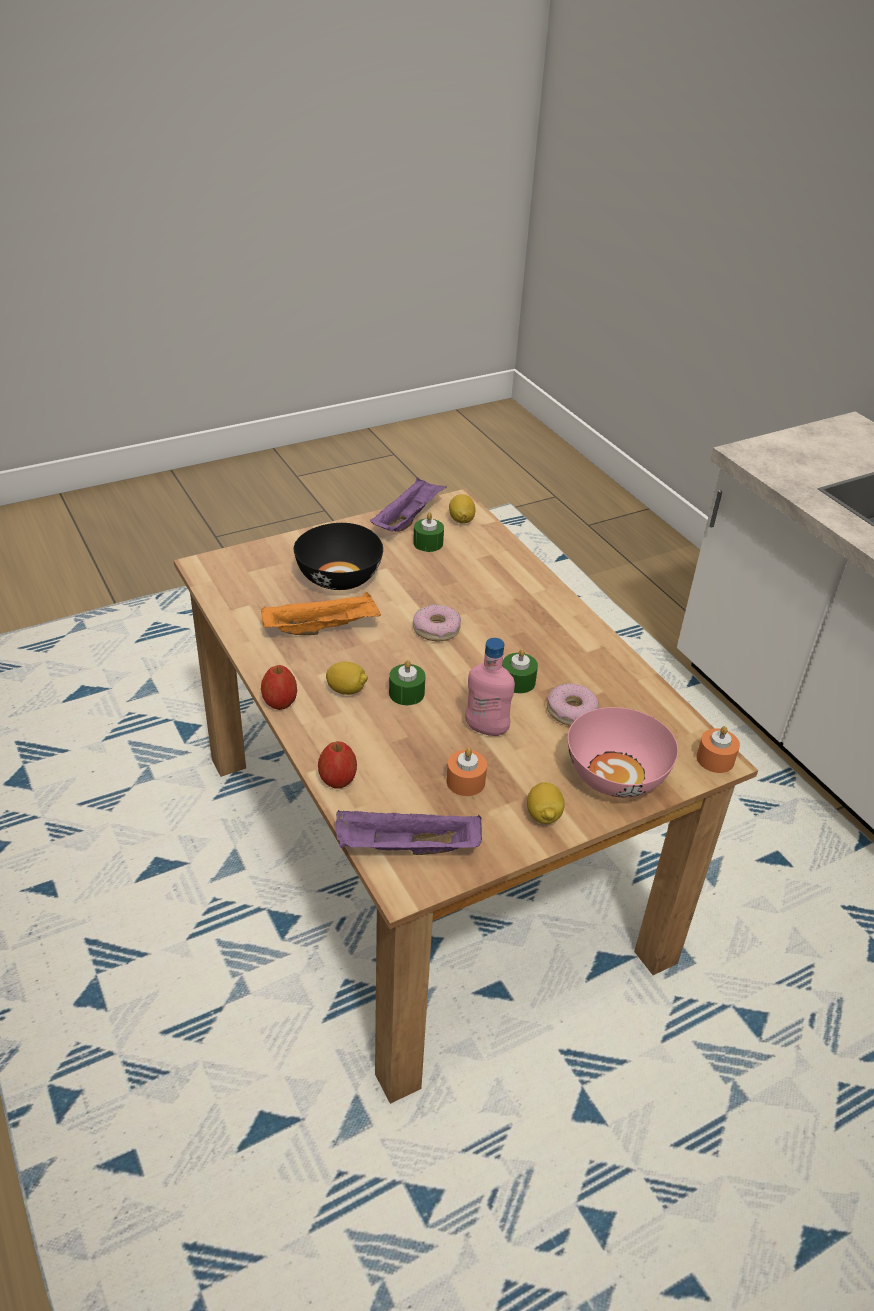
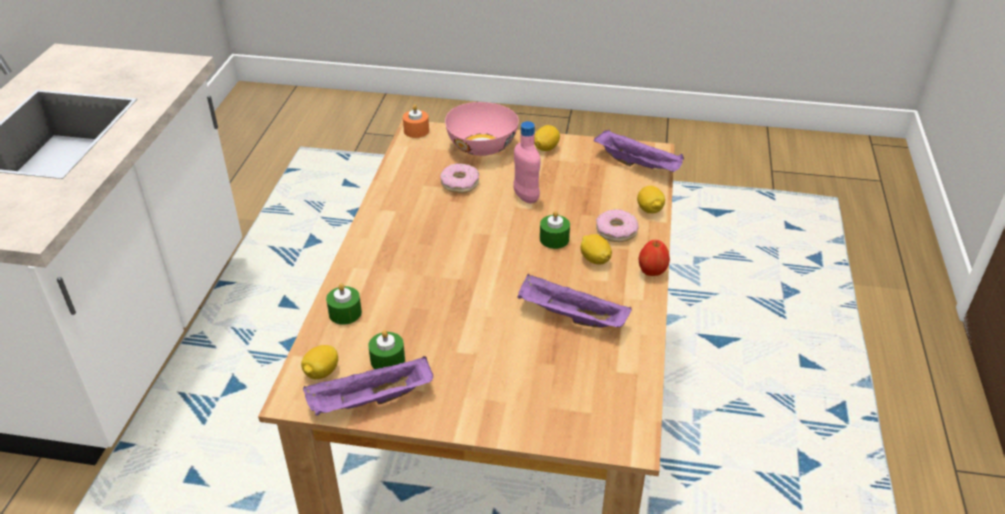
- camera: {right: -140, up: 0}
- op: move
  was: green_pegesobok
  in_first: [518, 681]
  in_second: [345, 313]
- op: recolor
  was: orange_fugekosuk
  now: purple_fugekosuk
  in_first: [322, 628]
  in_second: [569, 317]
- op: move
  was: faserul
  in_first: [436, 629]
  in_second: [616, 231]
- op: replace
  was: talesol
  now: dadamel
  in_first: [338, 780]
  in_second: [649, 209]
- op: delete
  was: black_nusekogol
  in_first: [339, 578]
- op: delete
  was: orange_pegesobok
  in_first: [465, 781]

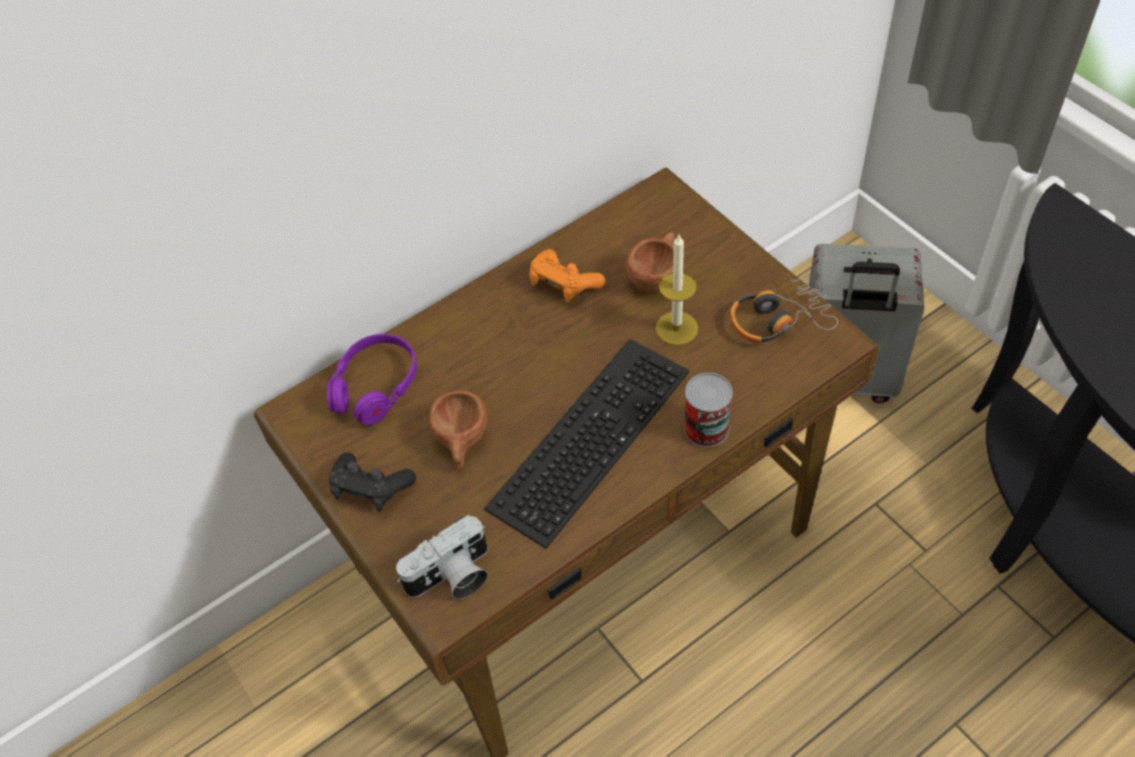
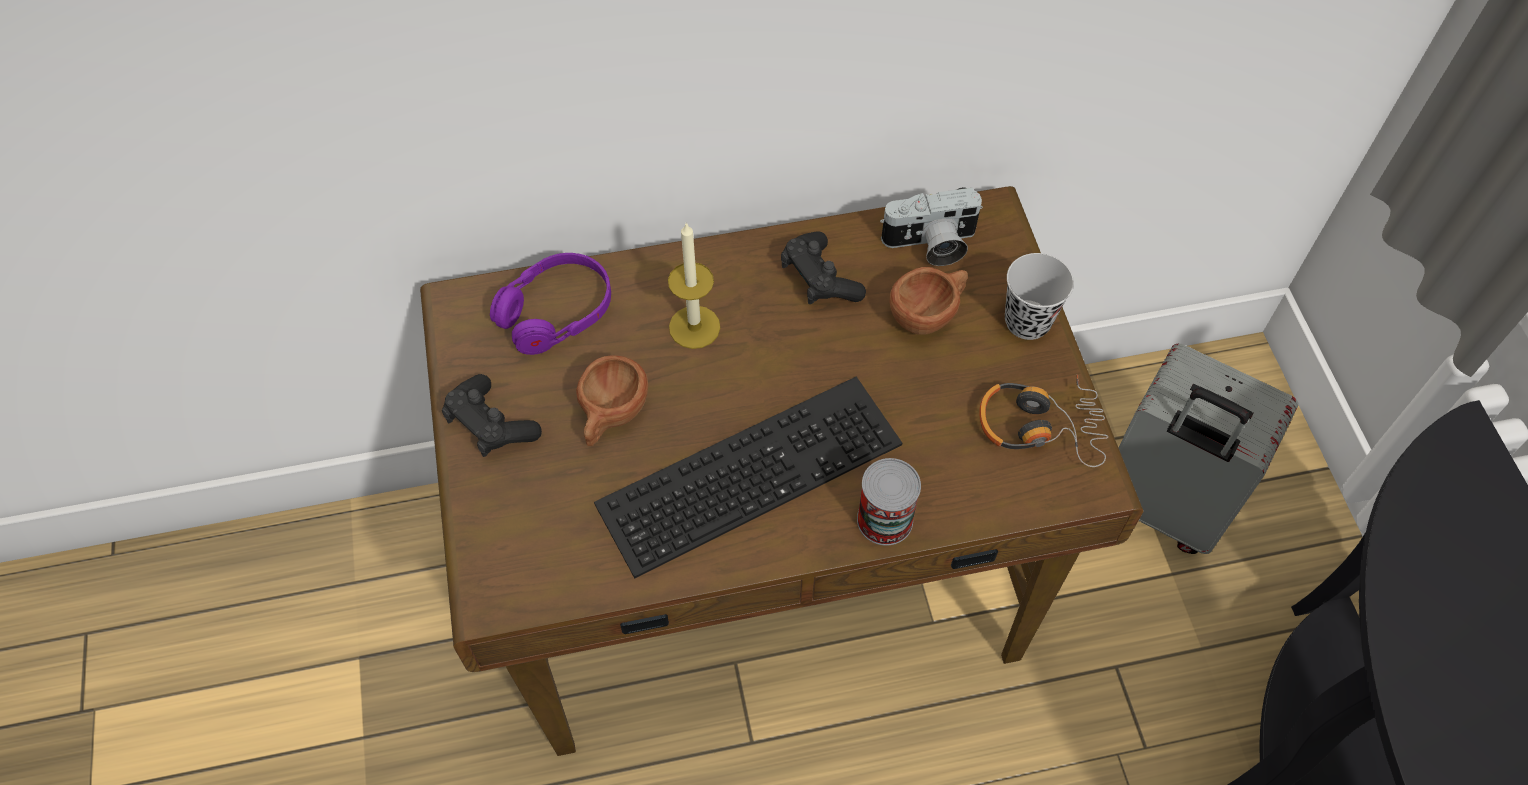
- camera: {right: 20, up: 5}
- op: move
  was: pegesobok
  in_first: [676, 328]
  in_second: [694, 327]
- op: recolor
  was: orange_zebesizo
  now: black_zebesizo
  in_first: [564, 284]
  in_second: [819, 280]
- op: move
  was: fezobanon
  in_first: [452, 577]
  in_second: [931, 245]
- op: insert
  now: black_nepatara
  in_second: [1027, 321]

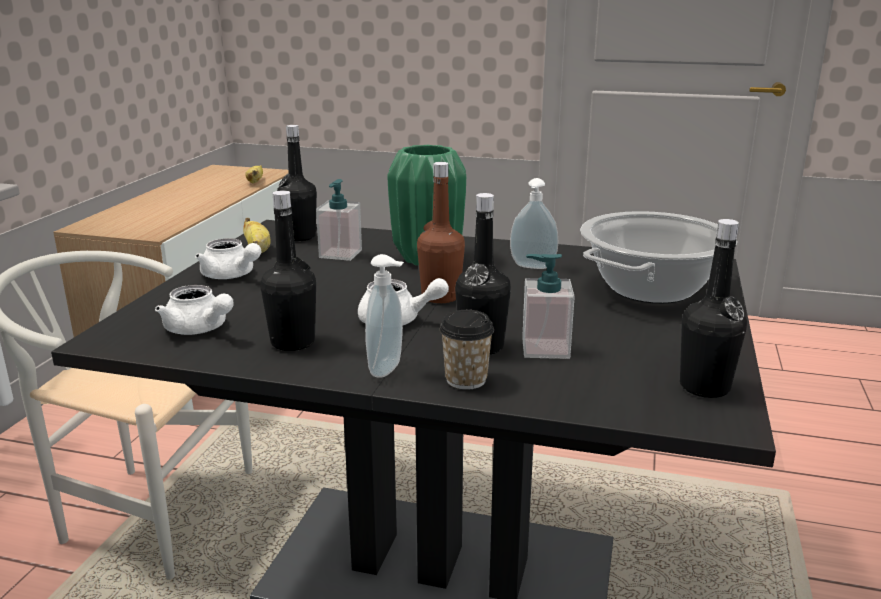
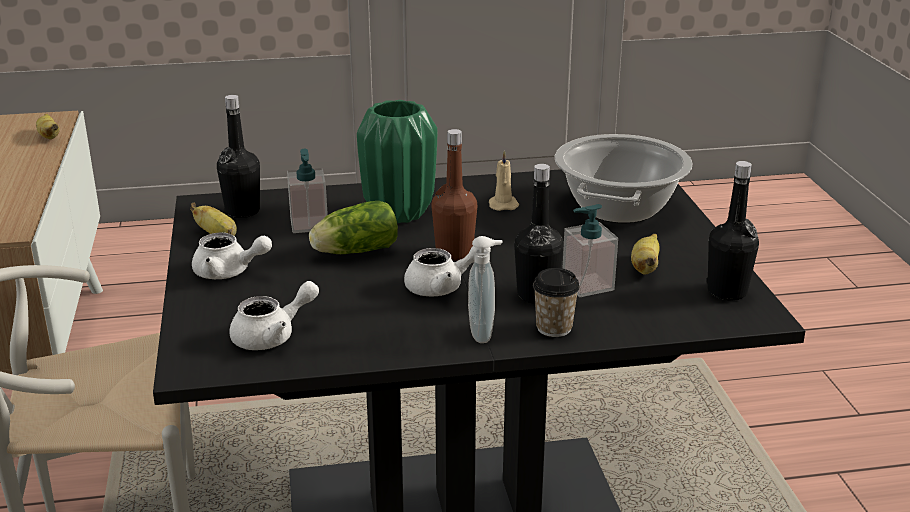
- camera: {right: -25, up: 5}
- op: rotate
  was: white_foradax
  in_first: [199, 330]
  in_second: [272, 336]
  clockwise: -45
- op: insert
  now: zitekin
  in_second: [353, 251]
- op: replace
  was: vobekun
  now: beige_pegesobok
  in_first: [532, 267]
  in_second: [502, 204]
- op: insert
  now: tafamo
  in_second: [645, 267]
- op: delete
  was: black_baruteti
  in_first: [293, 342]

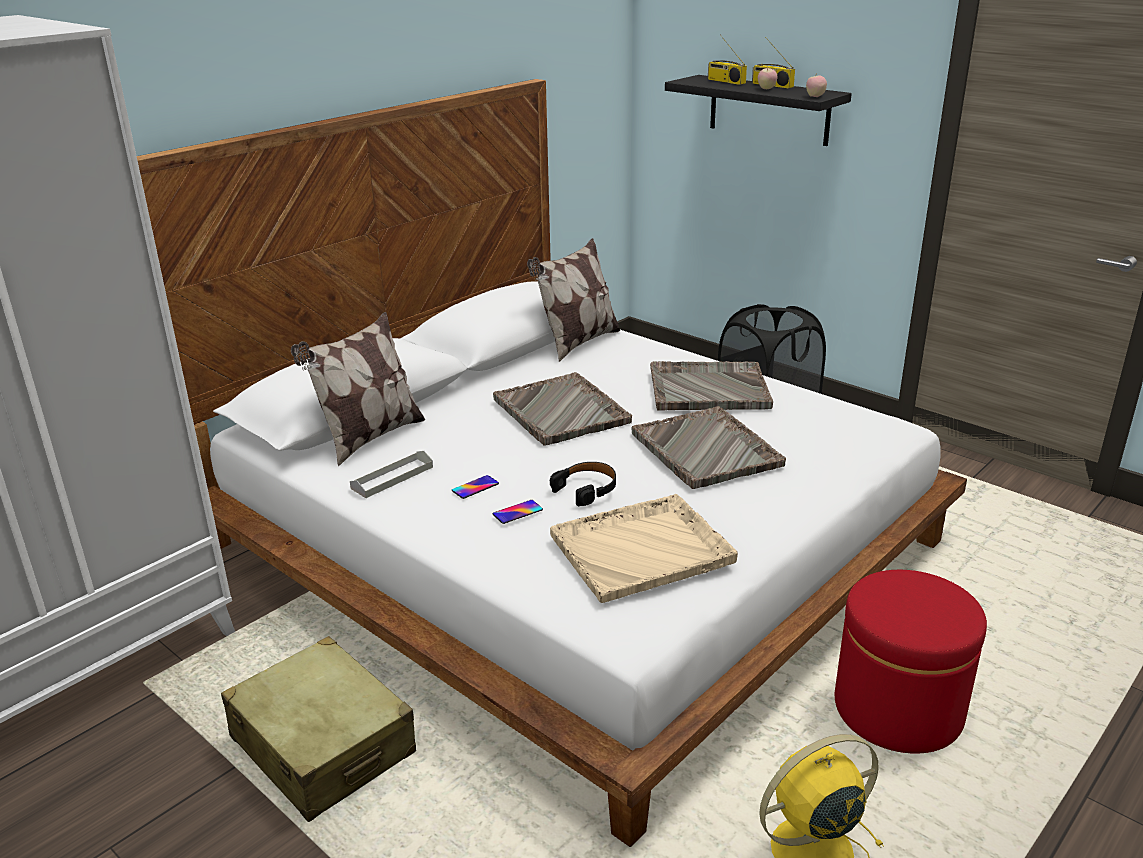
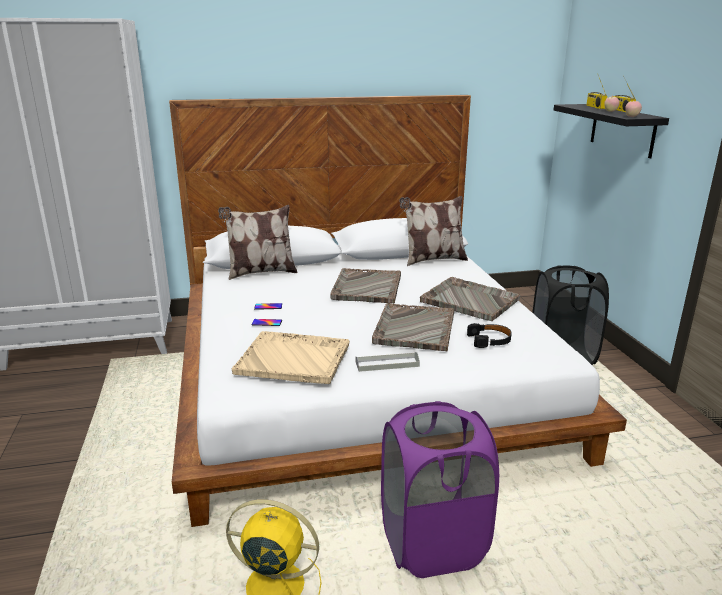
- camera: {right: 35, up: -5}
- op: move
  was: grey_fugekosuk
  in_first: [392, 477]
  in_second: [387, 364]
- op: replace
  was: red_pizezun
  now: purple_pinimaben
  in_first: [898, 709]
  in_second: [432, 544]
- op: move
  was: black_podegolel
  in_first: [586, 489]
  in_second: [490, 340]
- op: delete
  was: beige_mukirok
  in_first: [323, 746]

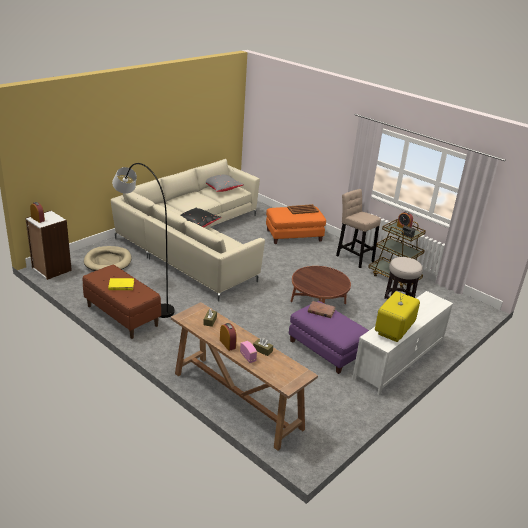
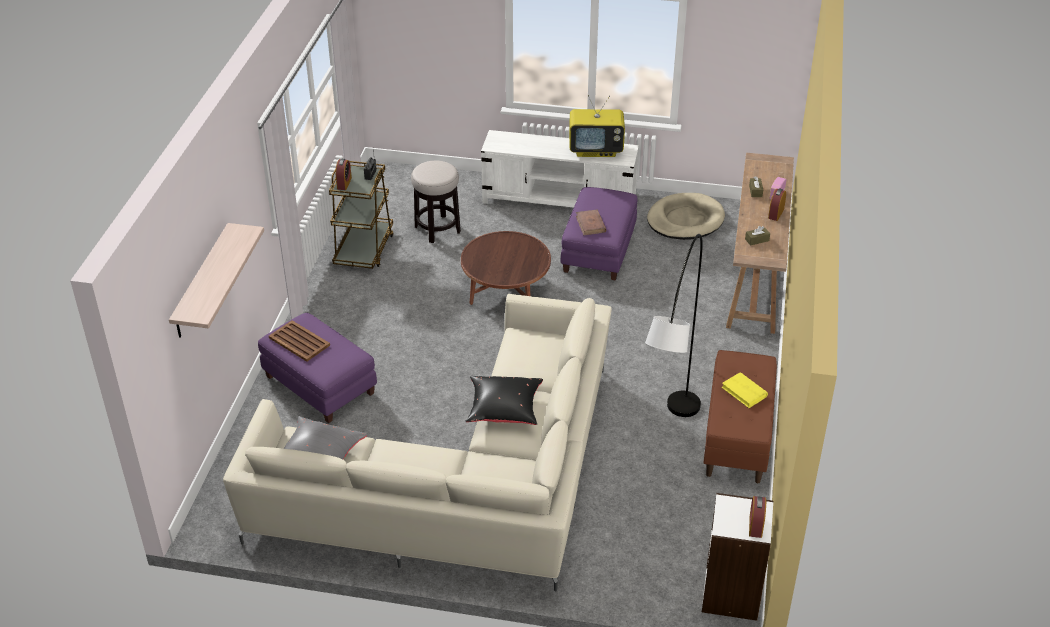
- camera: {right: -120, up: 10}
- op: insert
  now: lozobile
  in_second: [201, 281]
- op: recolor
  was: orange_pizezun
  now: purple_pizezun
  in_first: [294, 235]
  in_second: [319, 384]
- op: move
  was: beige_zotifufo
  in_first: [108, 261]
  in_second: [685, 220]
- op: delete
  was: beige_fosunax
  in_first: [353, 257]

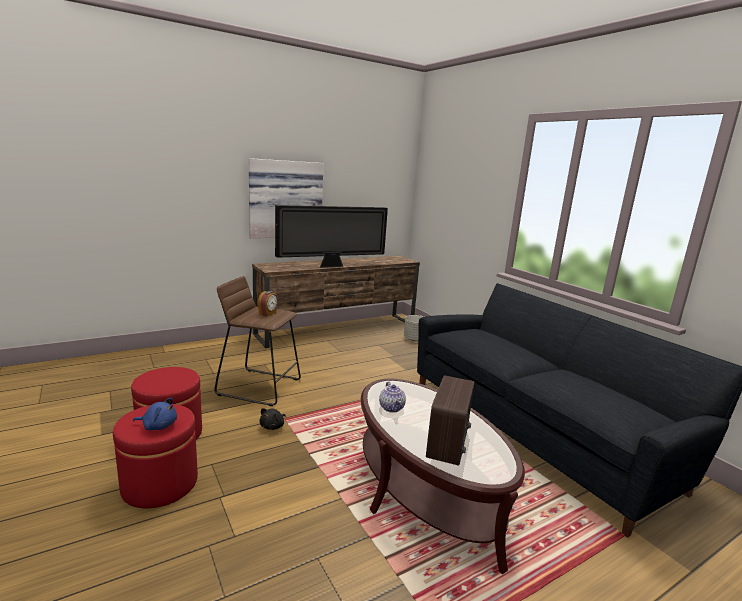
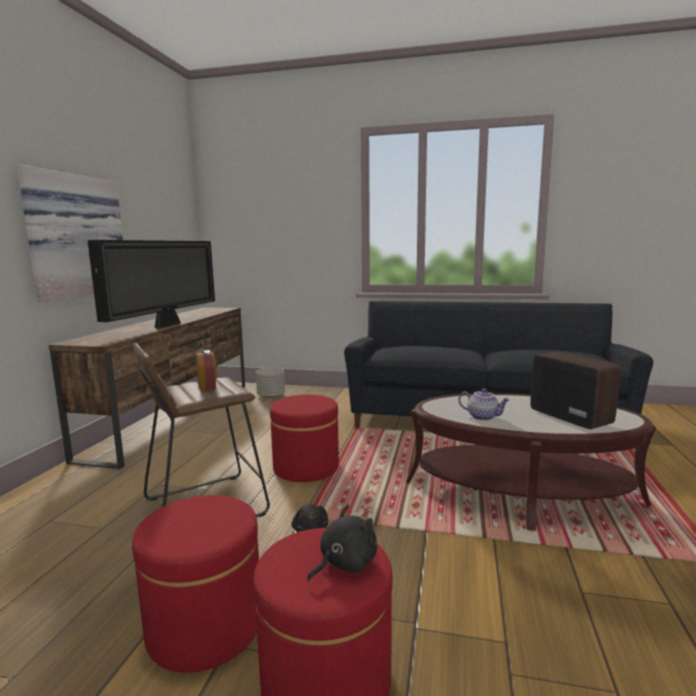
- camera: {right: -45, up: -5}
- op: insert
  now: red_pizezun
  in_second: [306, 467]
- op: recolor
  was: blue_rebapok
  now: black_rebapok
  in_first: [158, 426]
  in_second: [344, 564]

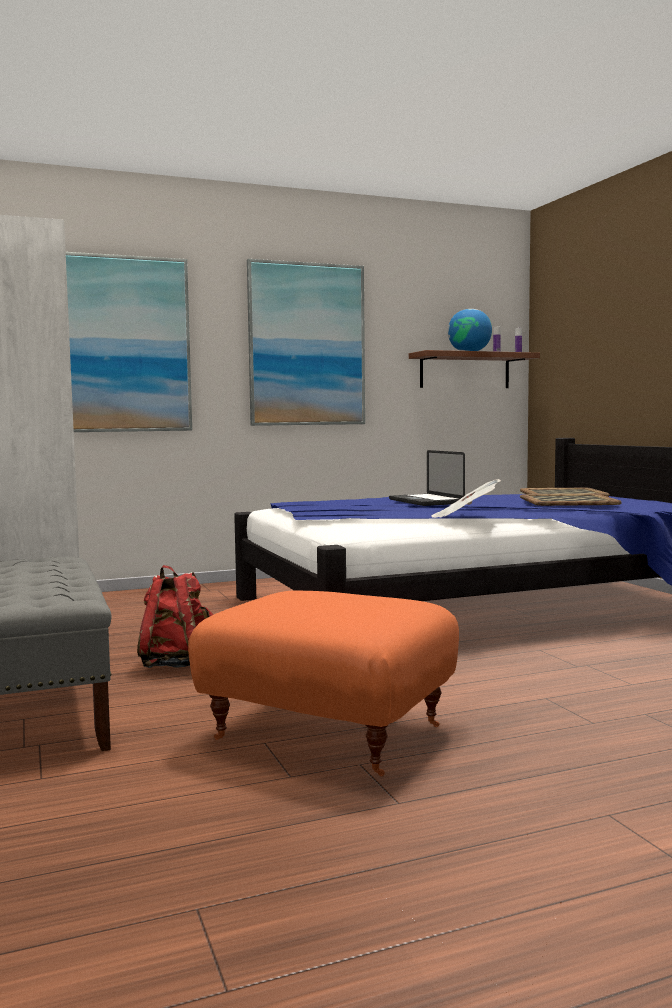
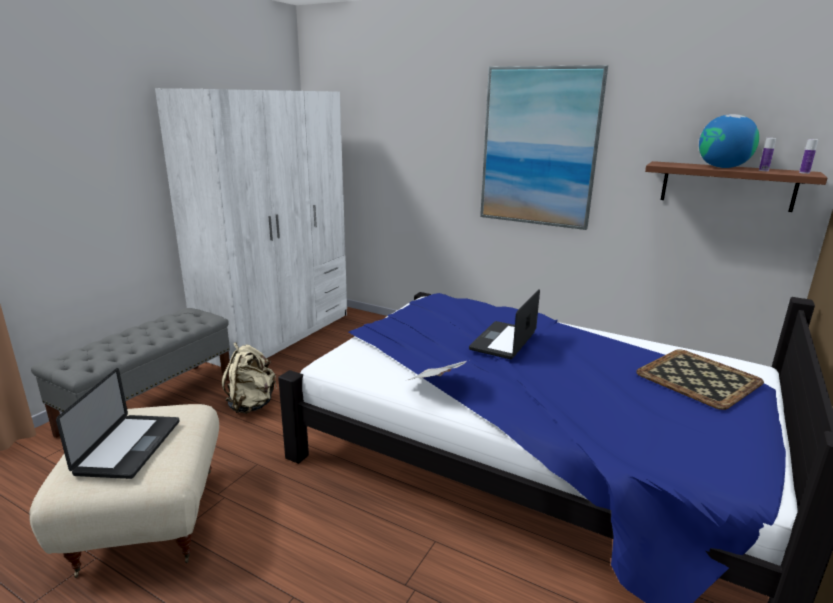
- camera: {right: 50, up: 15}
- op: recolor
  was: orange_pizezun
  now: beige_pizezun
  in_first: [326, 734]
  in_second: [147, 519]
- op: insert
  now: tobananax
  in_second: [129, 447]
- op: recolor
  was: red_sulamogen
  now: beige_sulamogen
  in_first: [178, 665]
  in_second: [251, 405]
- op: delete
  was: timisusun
  in_first: [123, 344]
- op: delete
  was: fugekosuk
  in_first: [568, 501]

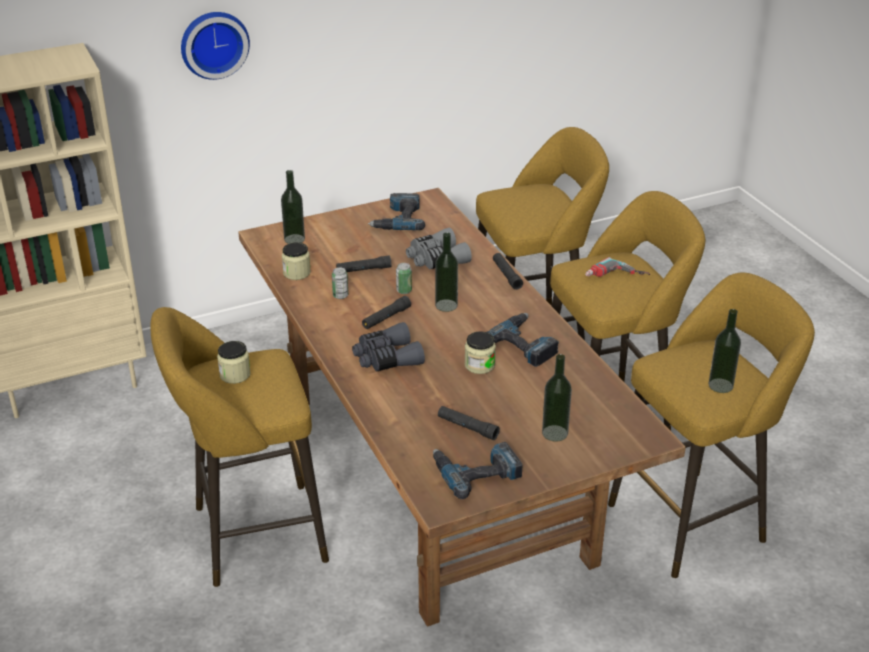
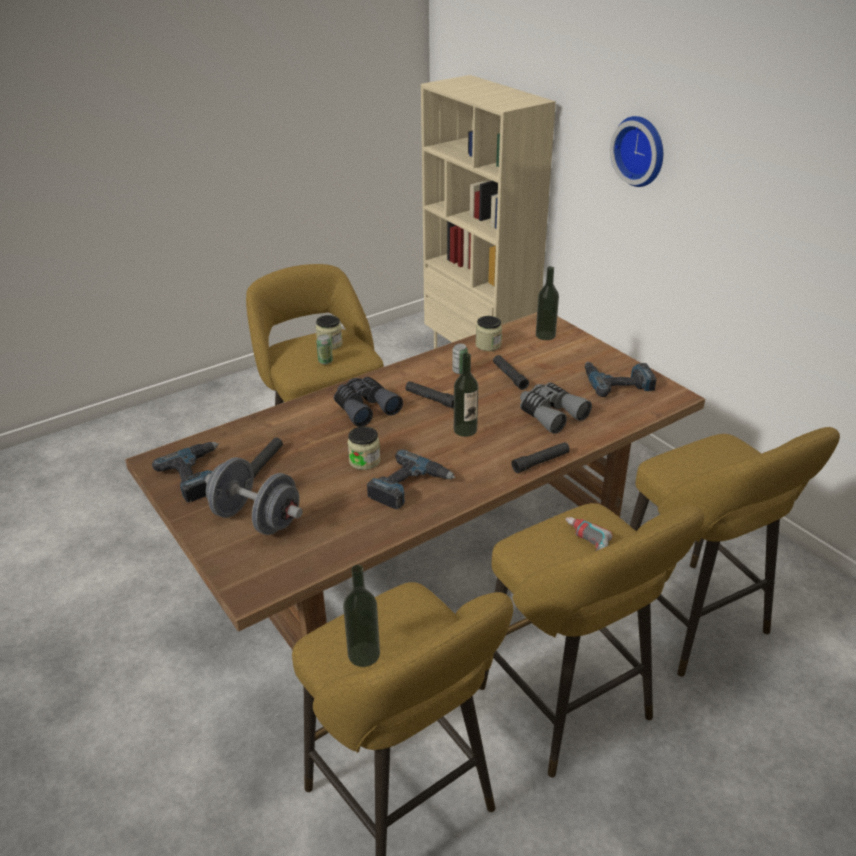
- camera: {right: 80, up: 0}
- op: replace
  was: baruteti
  now: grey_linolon
  in_first: [555, 433]
  in_second: [256, 519]
- op: move
  was: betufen
  in_first: [404, 291]
  in_second: [325, 361]

